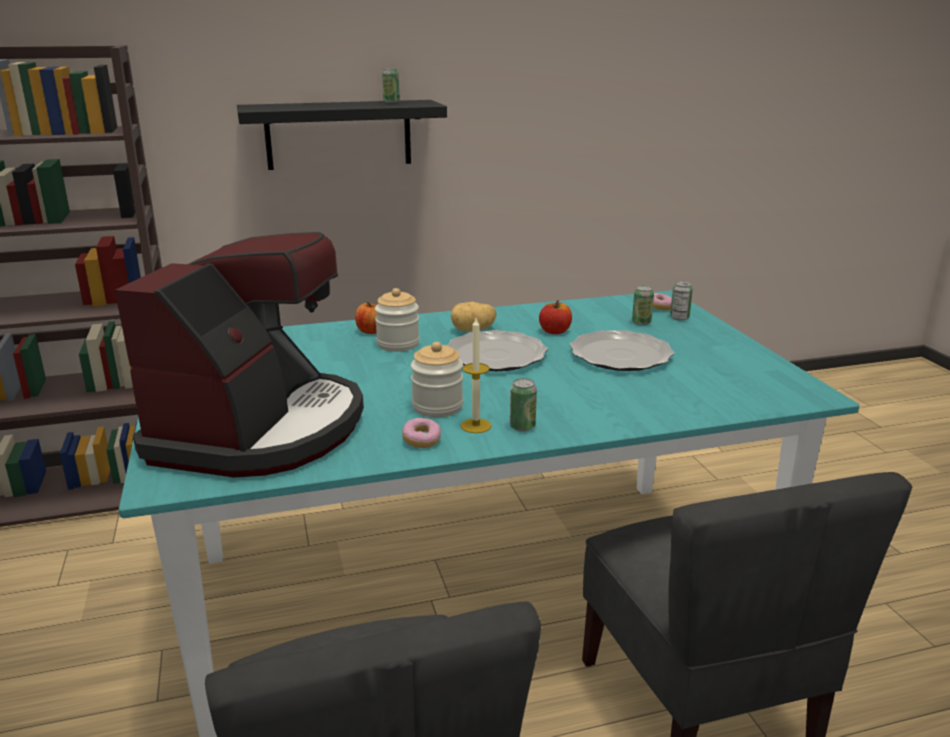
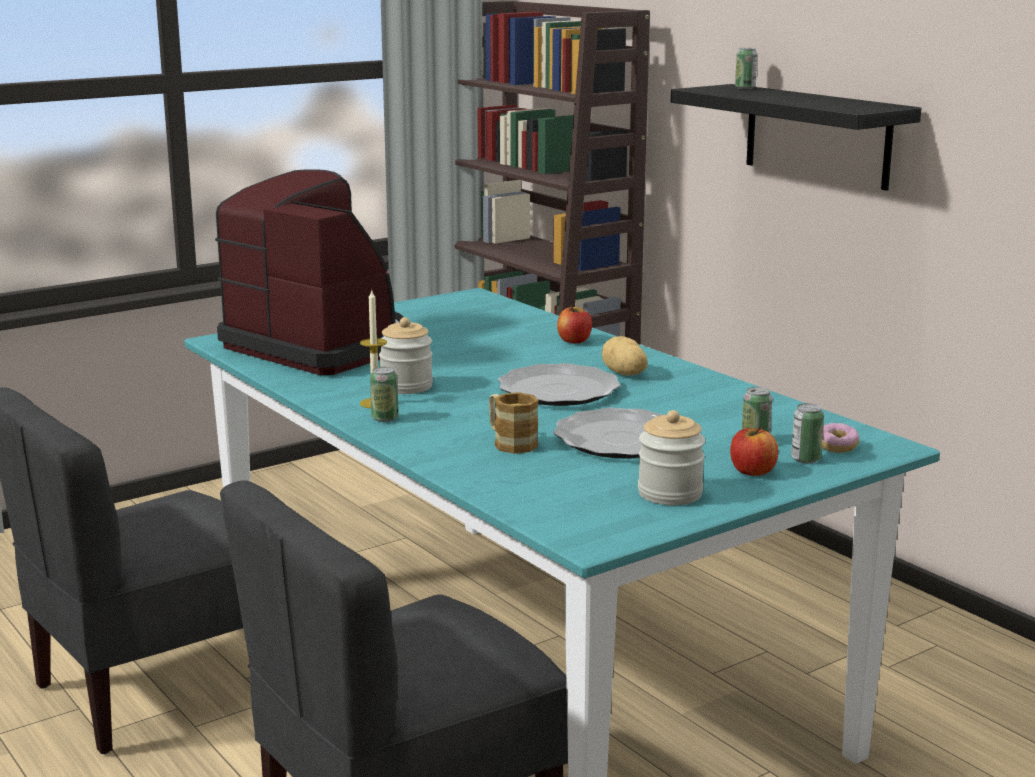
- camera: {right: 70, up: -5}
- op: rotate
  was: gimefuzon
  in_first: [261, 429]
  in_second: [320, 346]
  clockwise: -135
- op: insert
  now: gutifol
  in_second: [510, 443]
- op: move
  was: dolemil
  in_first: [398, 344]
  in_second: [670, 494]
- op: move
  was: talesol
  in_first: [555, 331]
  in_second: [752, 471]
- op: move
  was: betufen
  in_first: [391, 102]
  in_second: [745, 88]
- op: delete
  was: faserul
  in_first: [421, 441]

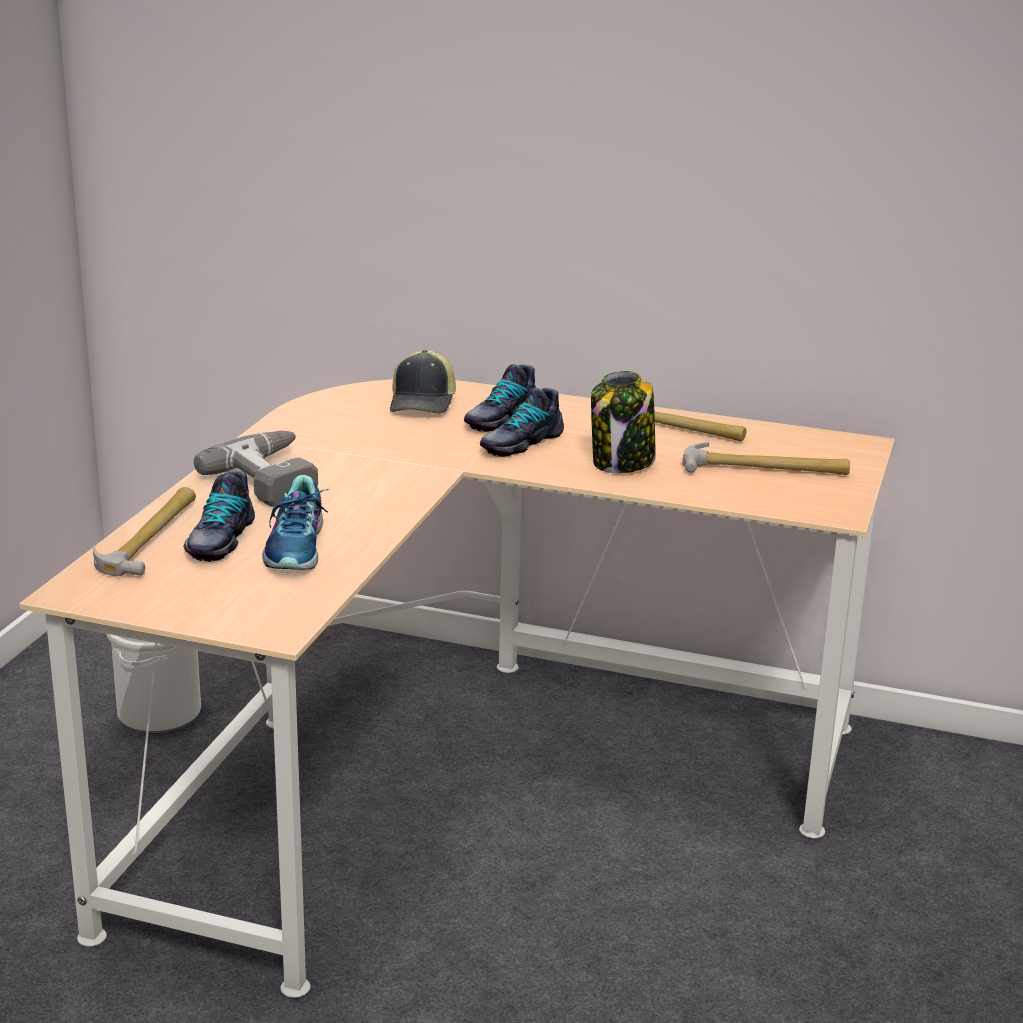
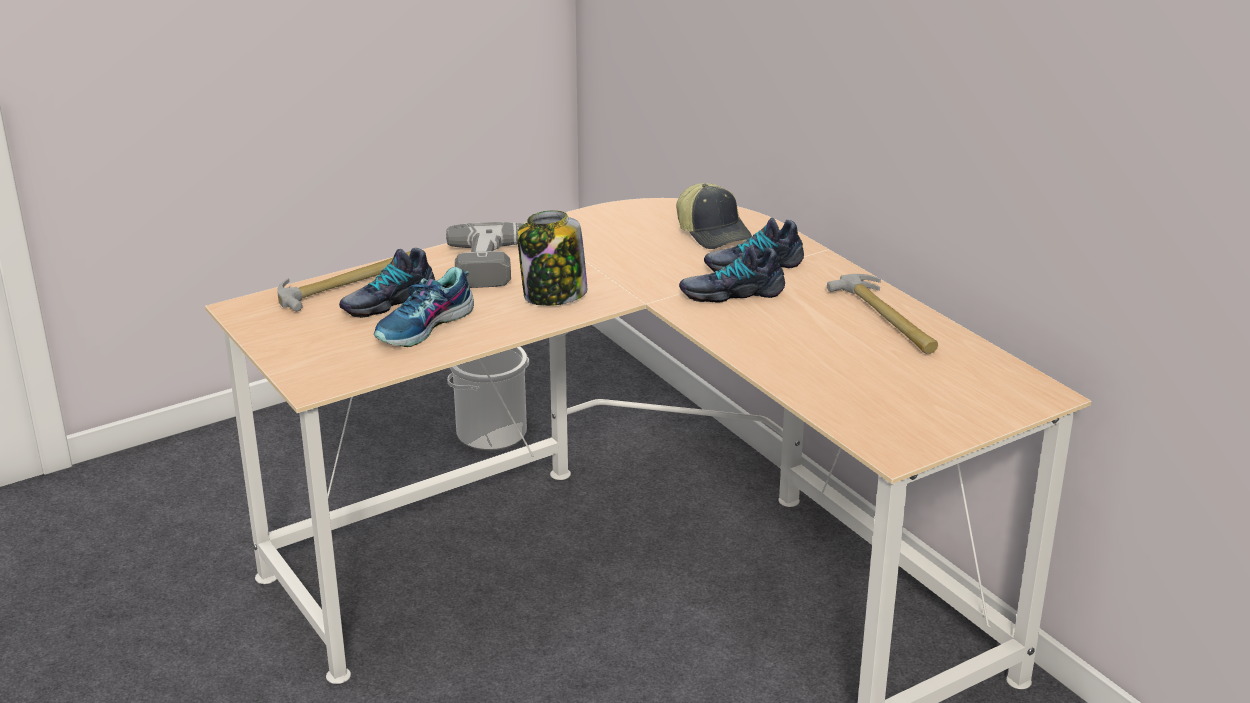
- camera: {right: 40, up: 5}
- op: move
  was: dolemil
  in_first: [622, 463]
  in_second: [553, 295]
- op: rotate
  was: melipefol
  in_first: [424, 403]
  in_second: [714, 233]
  clockwise: -75
- op: delete
  was: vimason
  in_first: [765, 469]

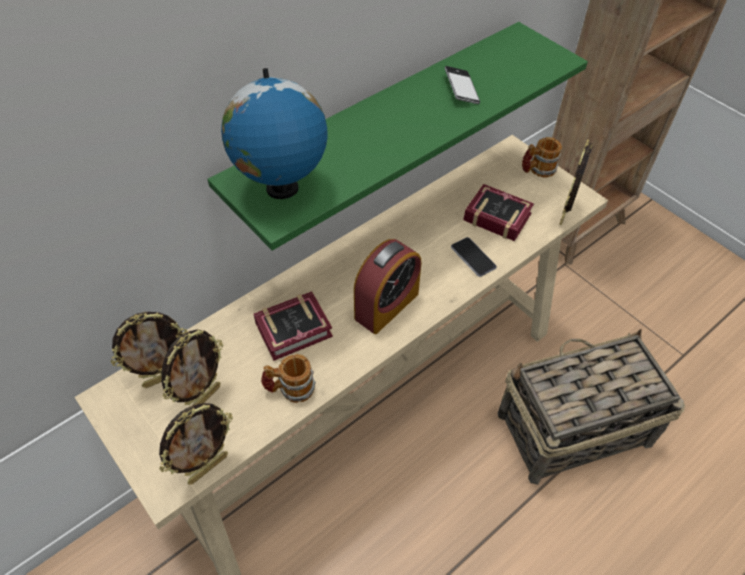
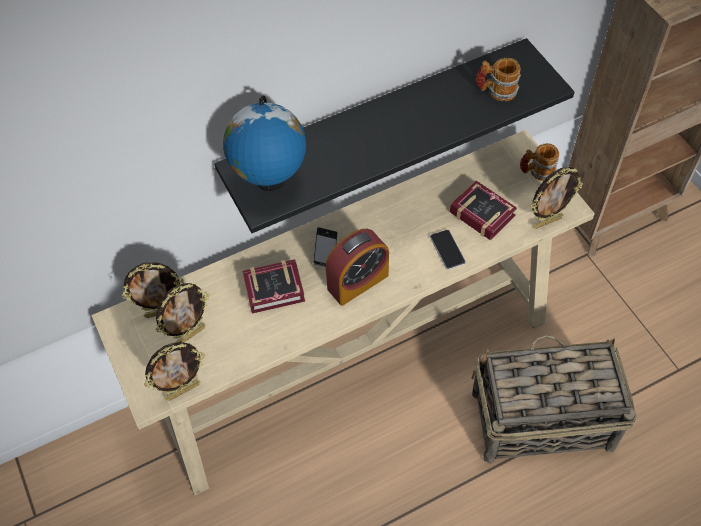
- camera: {right: 15, up: 5}
- op: recolor
  was: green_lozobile
  now: black_lozobile
  in_first: [380, 124]
  in_second: [377, 122]
- op: move
  was: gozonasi
  in_first: [461, 89]
  in_second: [325, 250]
- op: move
  was: gutifol
  in_first: [290, 389]
  in_second: [496, 91]
- op: rotate
  was: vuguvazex
  in_first: [565, 214]
  in_second: [547, 221]
  clockwise: -150

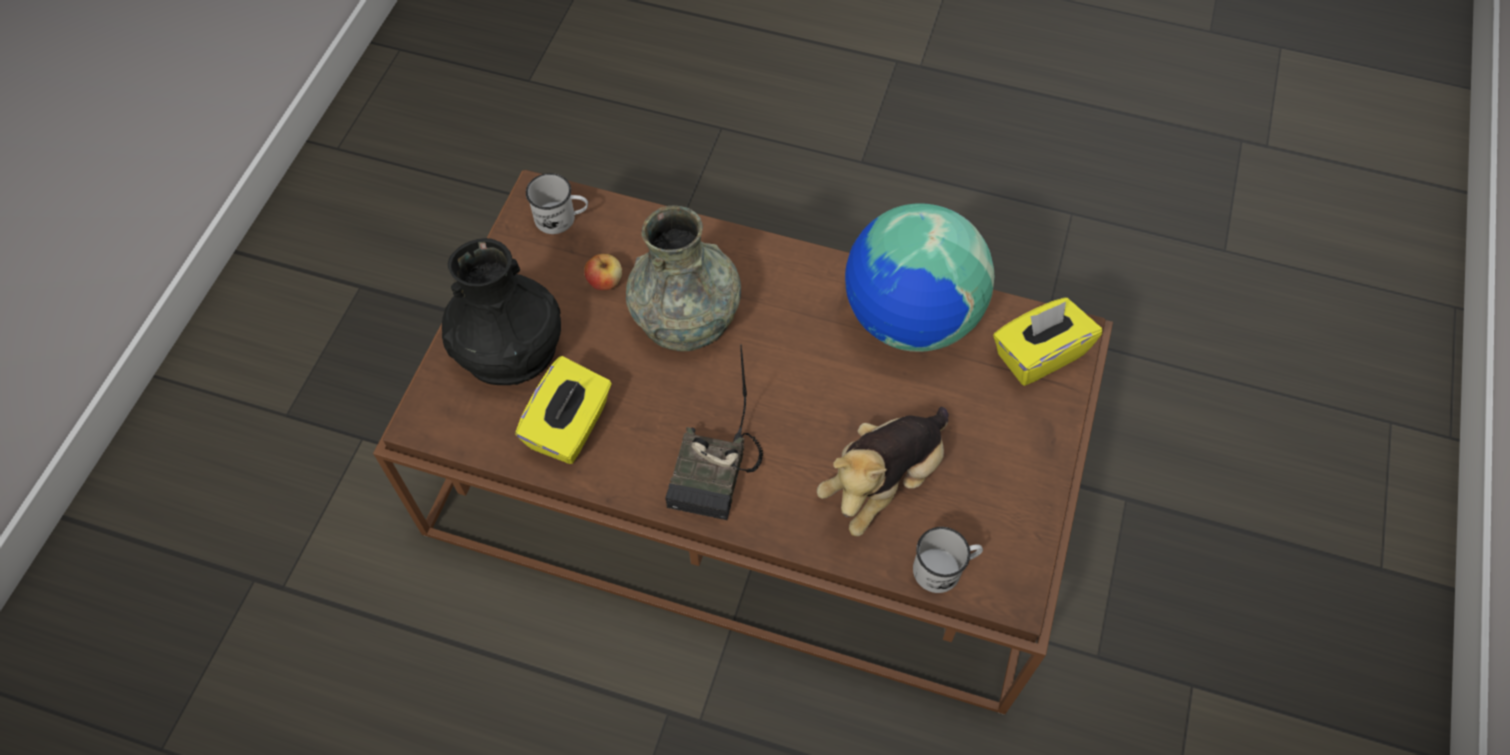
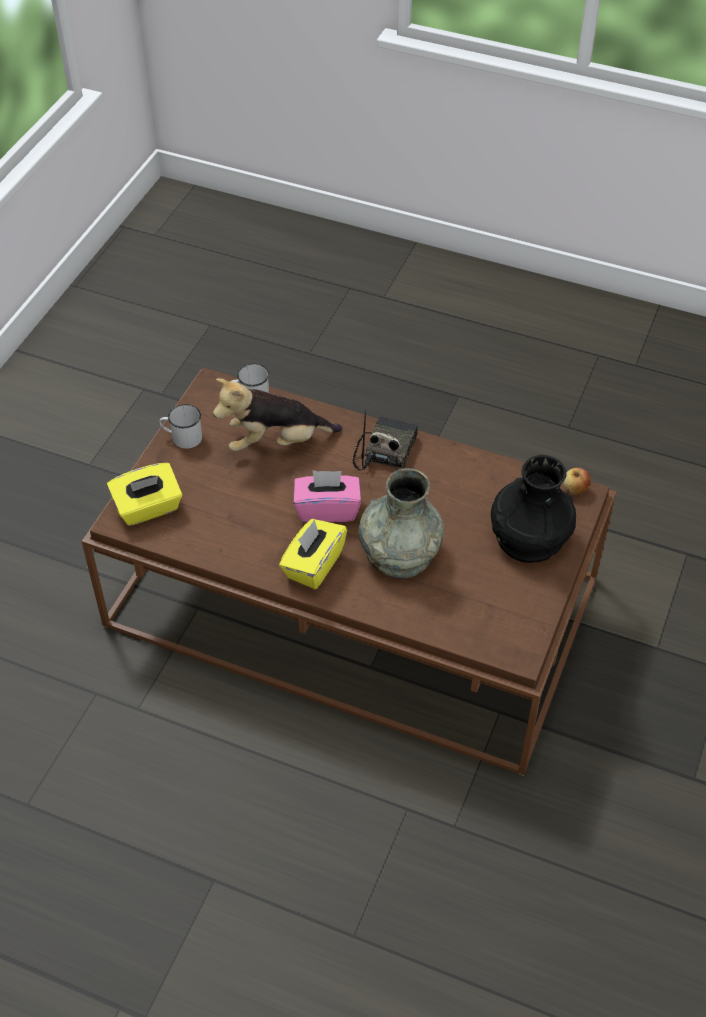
- camera: {right: -175, up: -10}
- op: move
  was: white_gutifol
  in_first: [561, 218]
  in_second: [182, 437]
- op: rotate
  was: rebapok
  in_first: [883, 481]
  in_second: [276, 442]
  clockwise: -150
- op: move
  was: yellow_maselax
  in_first: [570, 427]
  in_second: [313, 565]
- op: insert
  now: pink_maselax
  in_second: [327, 509]
- op: move
  was: talesol
  in_first: [605, 281]
  in_second: [575, 489]
- op: delete
  was: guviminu
  in_first: [909, 318]

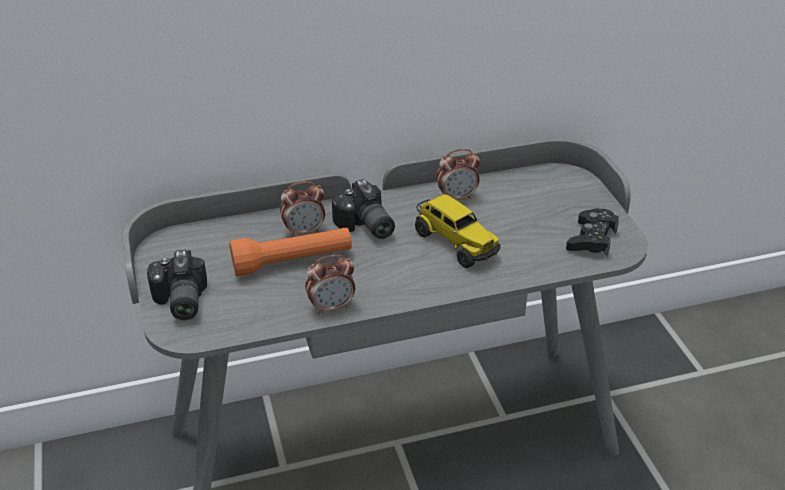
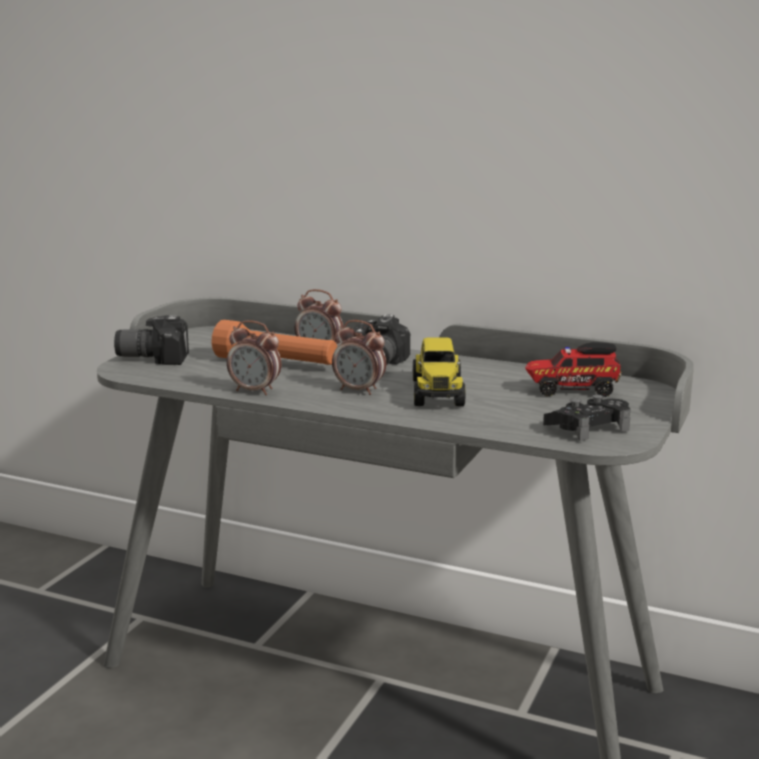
- camera: {right: 40, up: -20}
- op: rotate
  was: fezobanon
  in_first: [179, 302]
  in_second: [154, 357]
  clockwise: 60
- op: move
  was: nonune
  in_first: [457, 197]
  in_second: [359, 390]
- op: insert
  now: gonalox
  in_second: [571, 390]

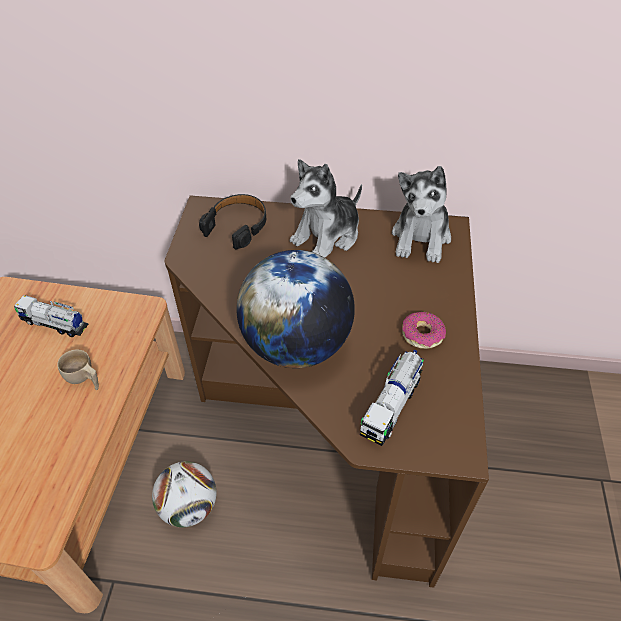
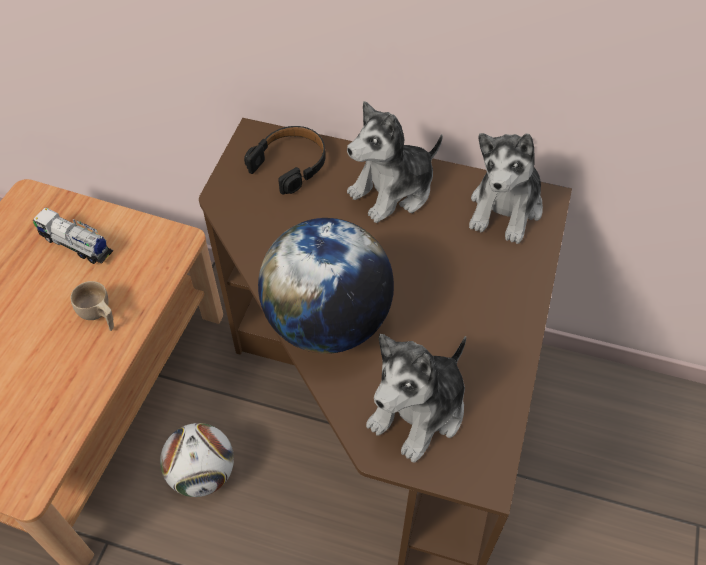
- camera: {right: 10, up: 5}
- op: replace
  was: gonalox
  now: rebapok
  in_first: [391, 405]
  in_second: [419, 411]
- op: delete
  was: faserul
  in_first: [422, 334]

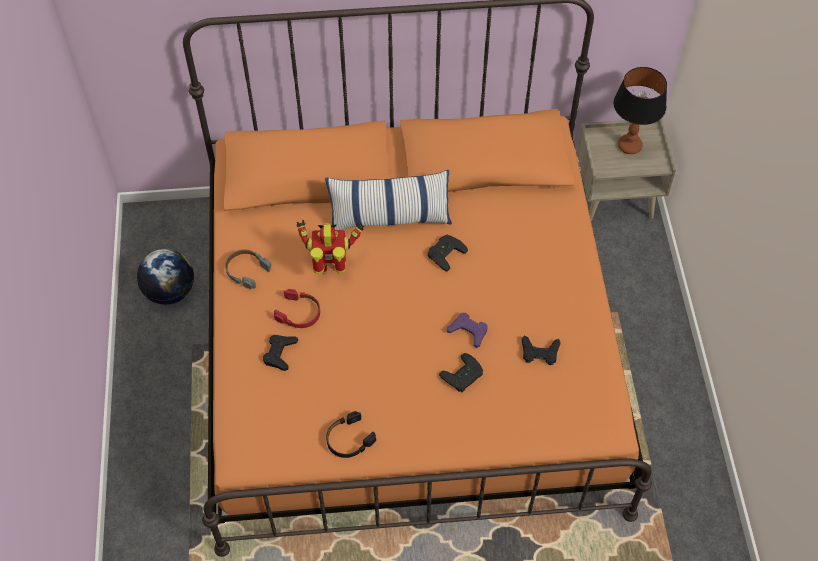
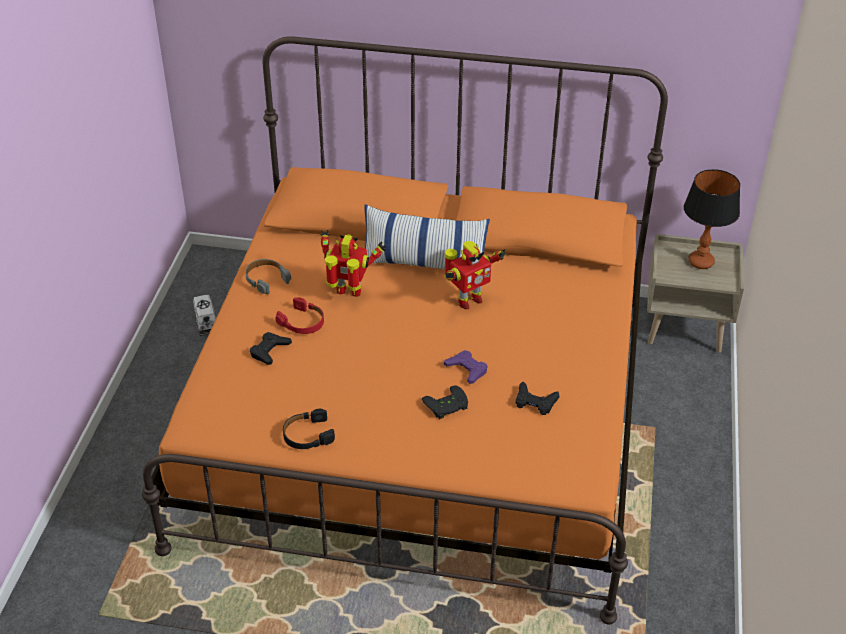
- camera: {right: 15, up: -15}
- op: replace
  was: guviminu
  now: gonalox
  in_first: [170, 291]
  in_second: [206, 322]
- op: replace
  was: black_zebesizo
  now: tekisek
  in_first: [444, 252]
  in_second: [468, 301]

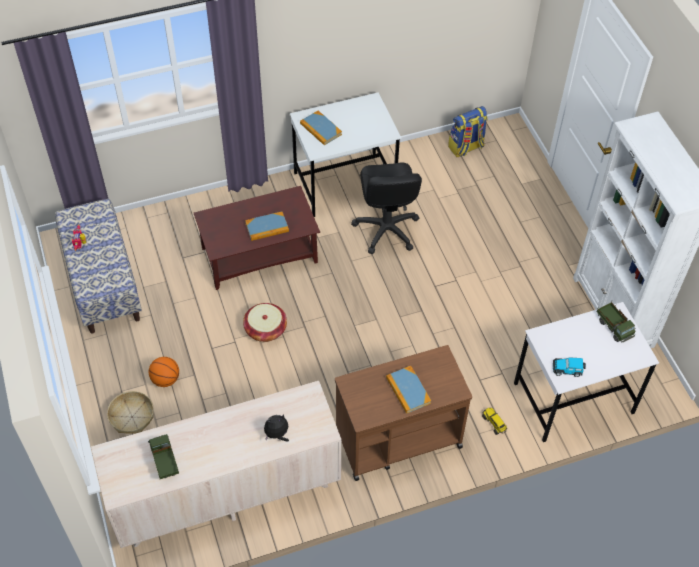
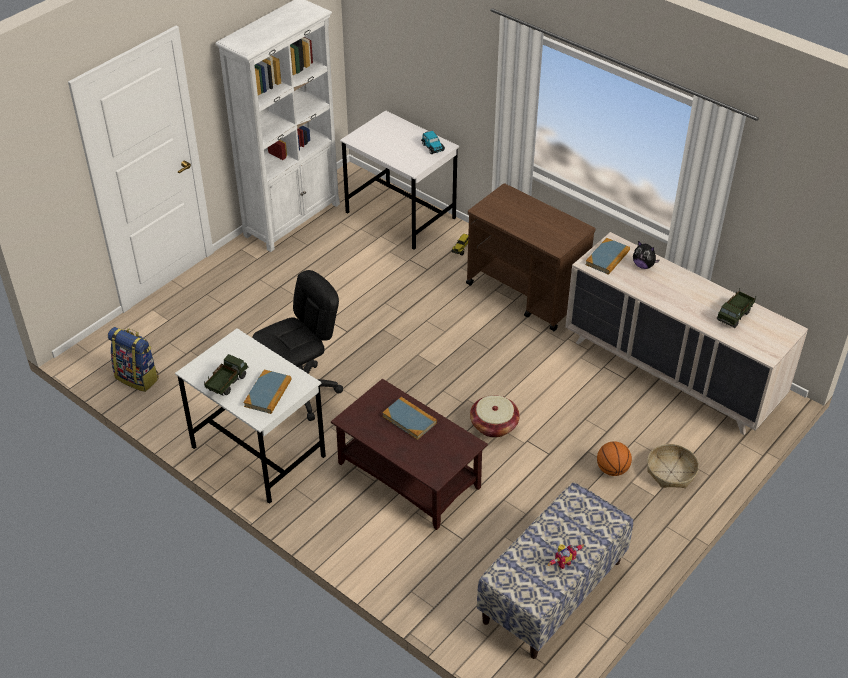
- camera: {right: -120, up: -10}
- op: move
  was: gonalox
  in_first: [614, 327]
  in_second: [227, 383]
- op: move
  was: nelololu
  in_first: [408, 390]
  in_second: [607, 258]

